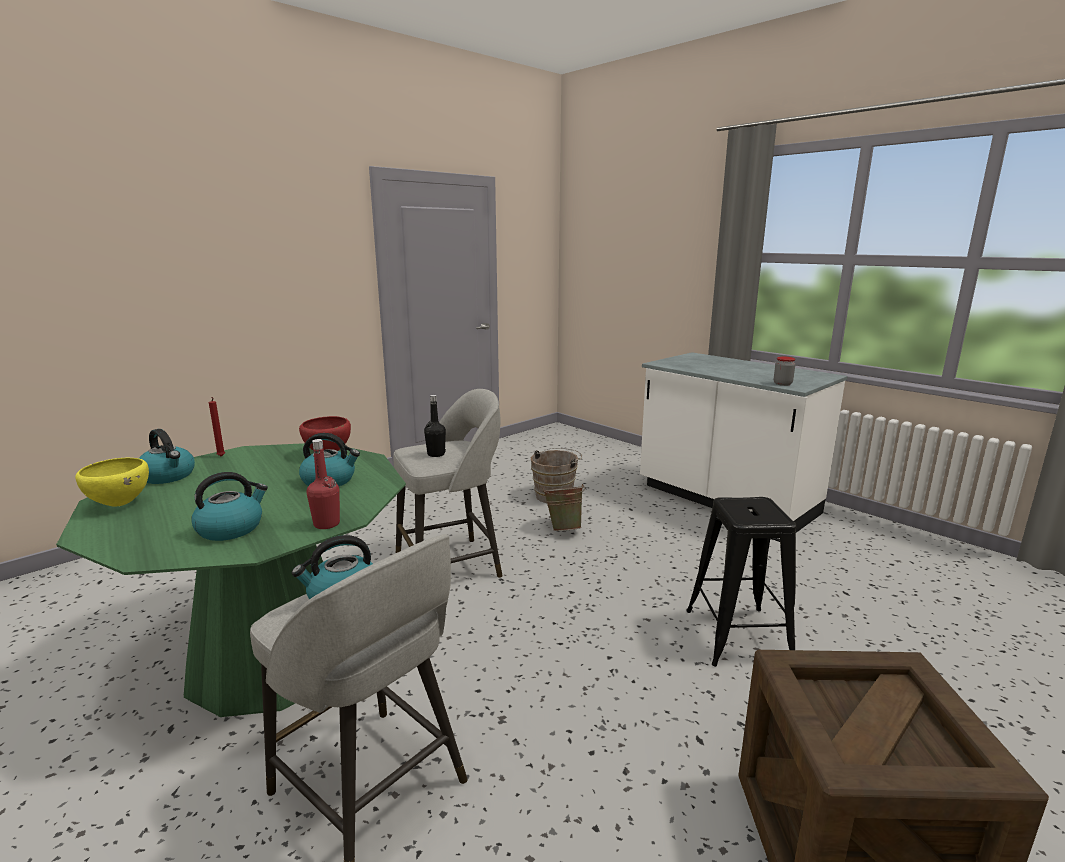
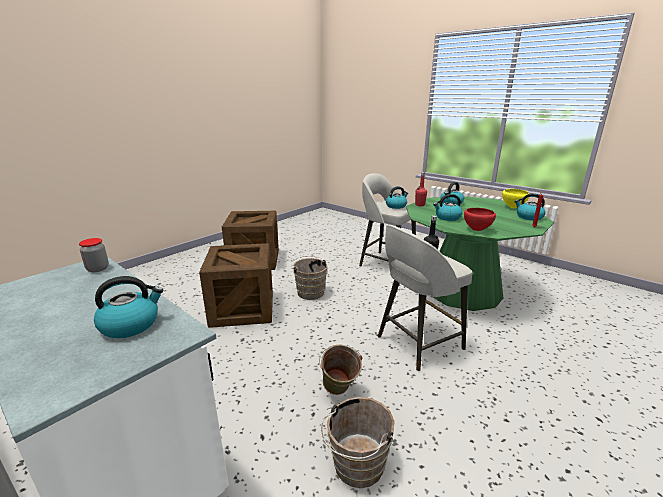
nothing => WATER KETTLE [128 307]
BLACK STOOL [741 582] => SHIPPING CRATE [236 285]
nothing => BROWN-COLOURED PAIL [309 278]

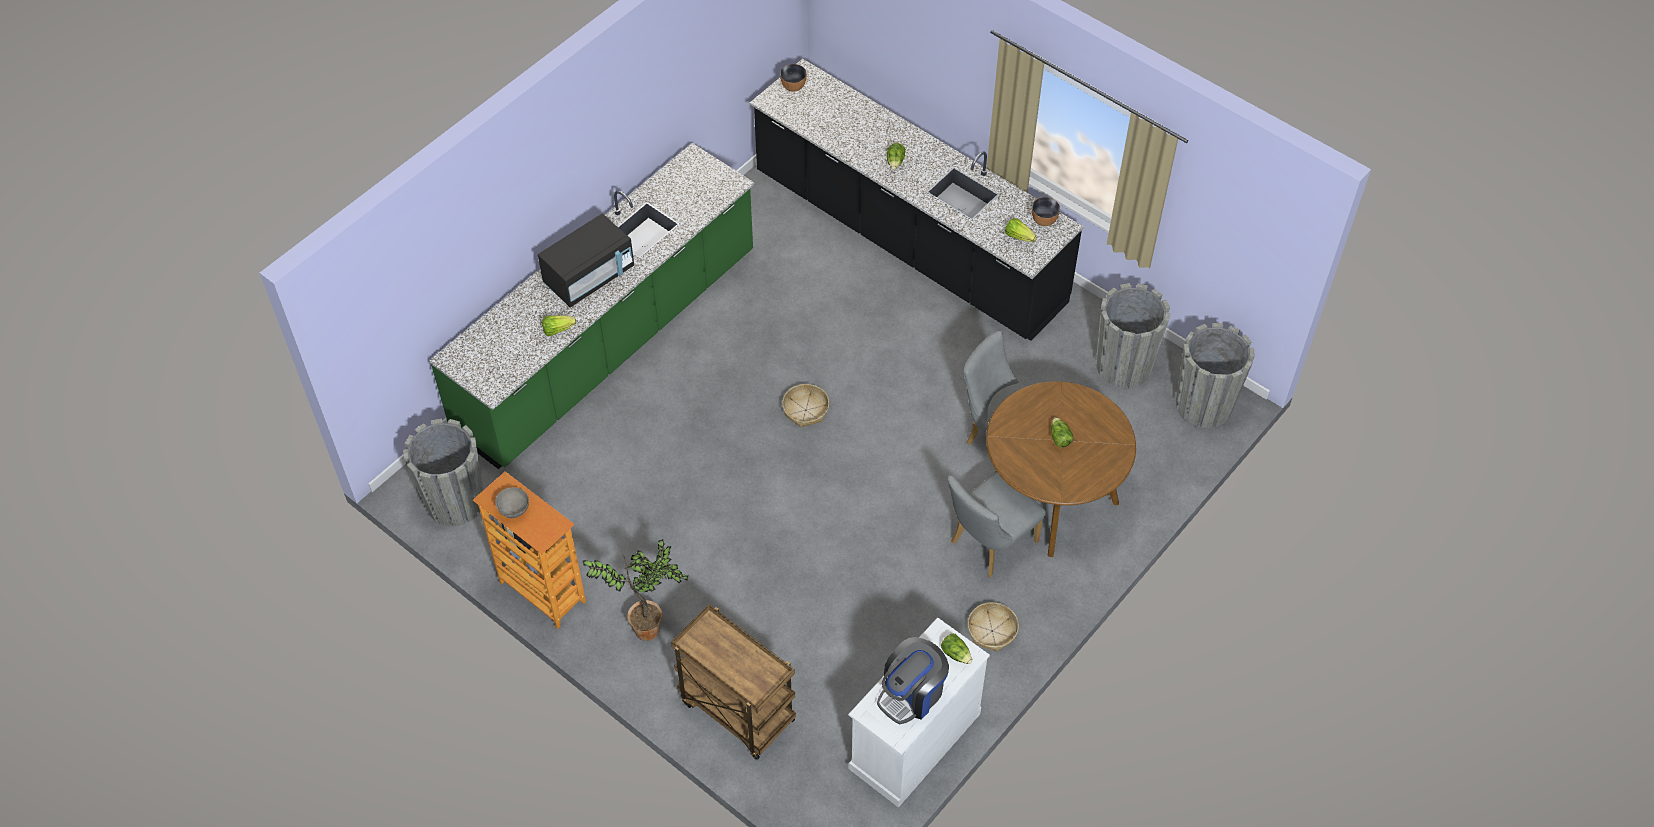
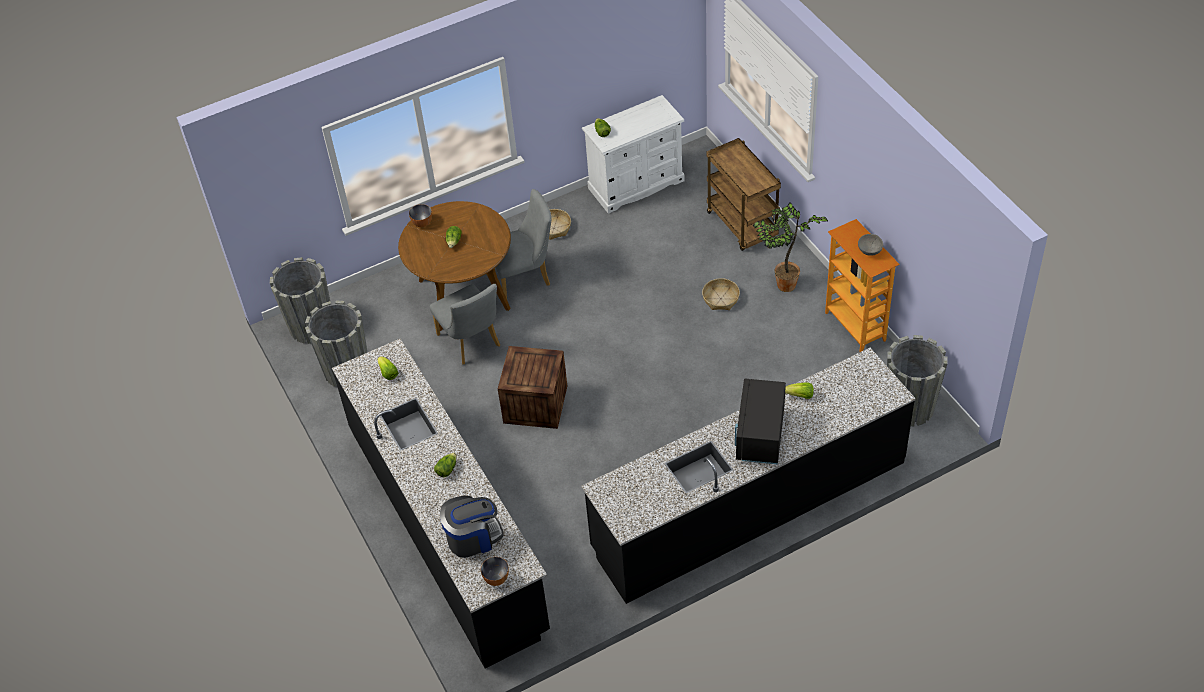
DEEP DISH [1046 211] => DEEP DISH [420 215], moved
COFFEE BREWER [913 680] => COFFEE BREWER [472 527], moved
nothing => SHIPPING CRATE [532 387]
GREEN-COLOURED COUNTER [592 306] => BLACK COUNTER [748 476]
HOUSEHOLD BASKET [805 405] => HOUSEHOLD BASKET [721 294], moved
BLACK MICROWAVE [586 260] => BLACK MICROWAVE [760 421], 60 degrees counterclockwise

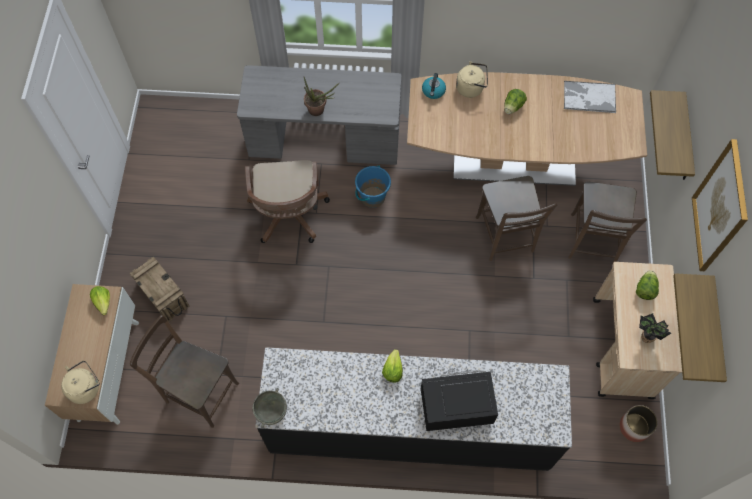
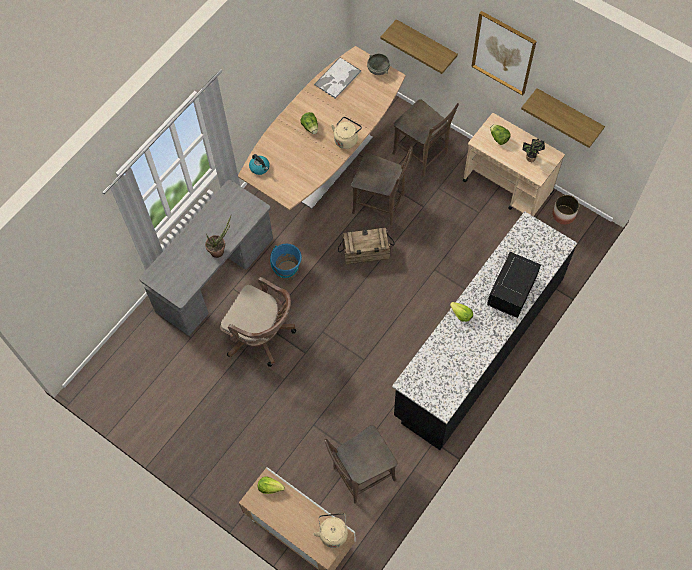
SAND-COLOURED WATER KETTLE [472 79] => SAND-COLOURED WATER KETTLE [346 133], moved
SHIPPING CRATE [160 289] => SHIPPING CRATE [366 246], moved
GRAY DEEP DISH [269 408] => GRAY DEEP DISH [378 64], moved

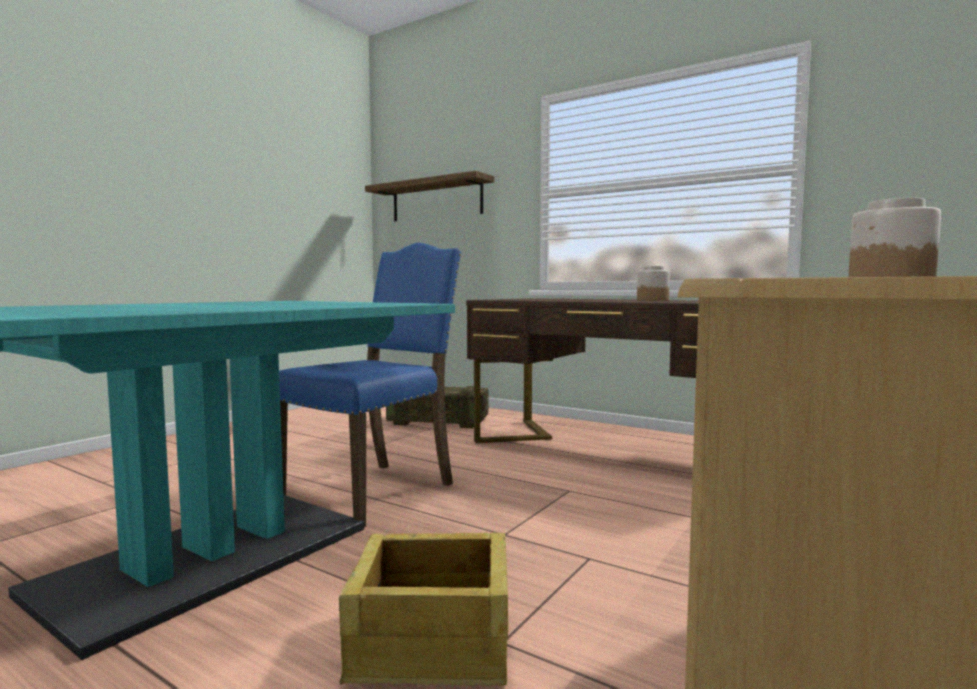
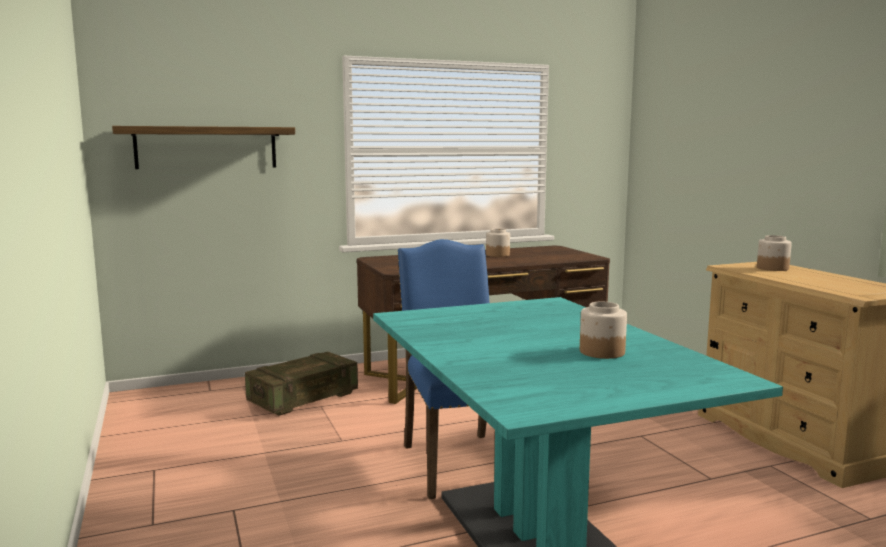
nothing => STORAGE JAR [603 330]
SHIPPING CRATE [423 609] => nothing

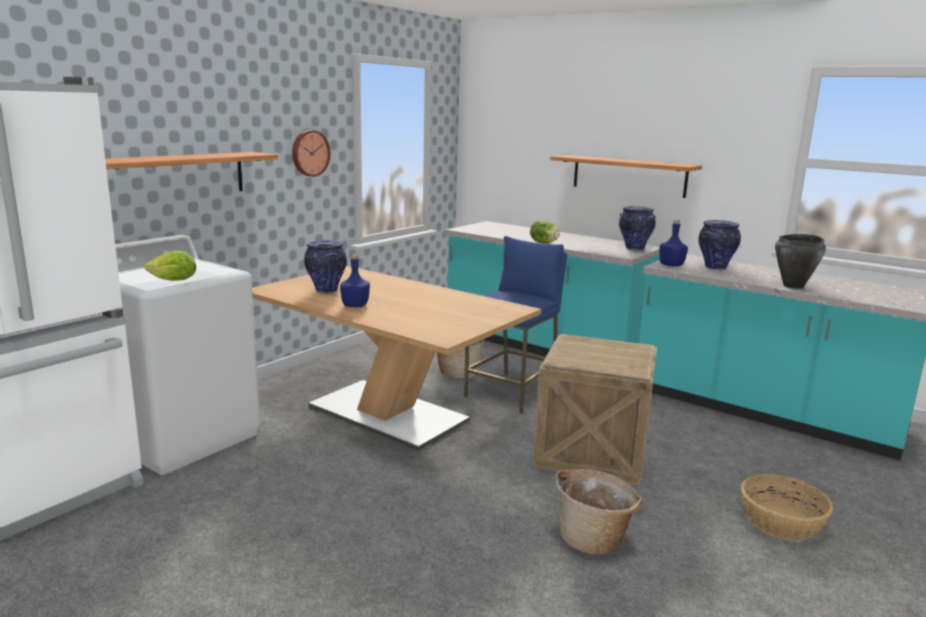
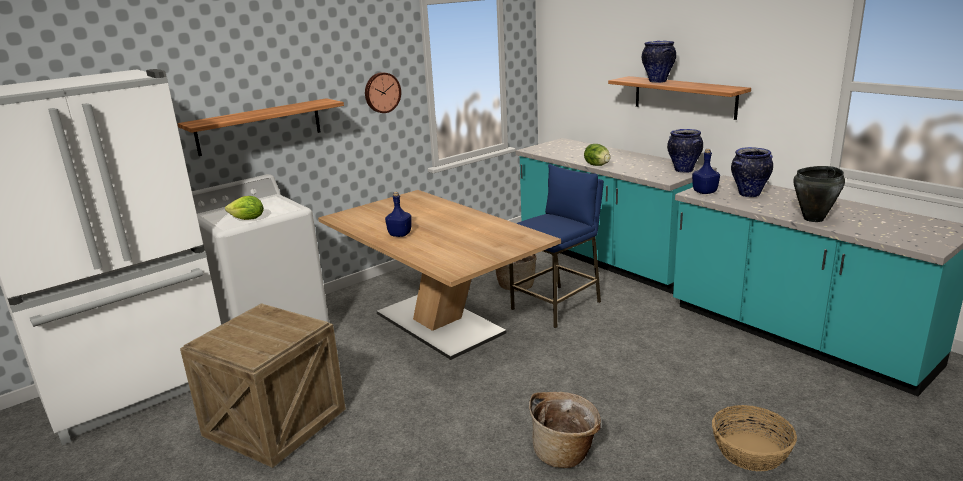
SHIPPING CRATE [595 410] => SHIPPING CRATE [263 385], moved
VASE [325 266] => VASE [659 62], moved

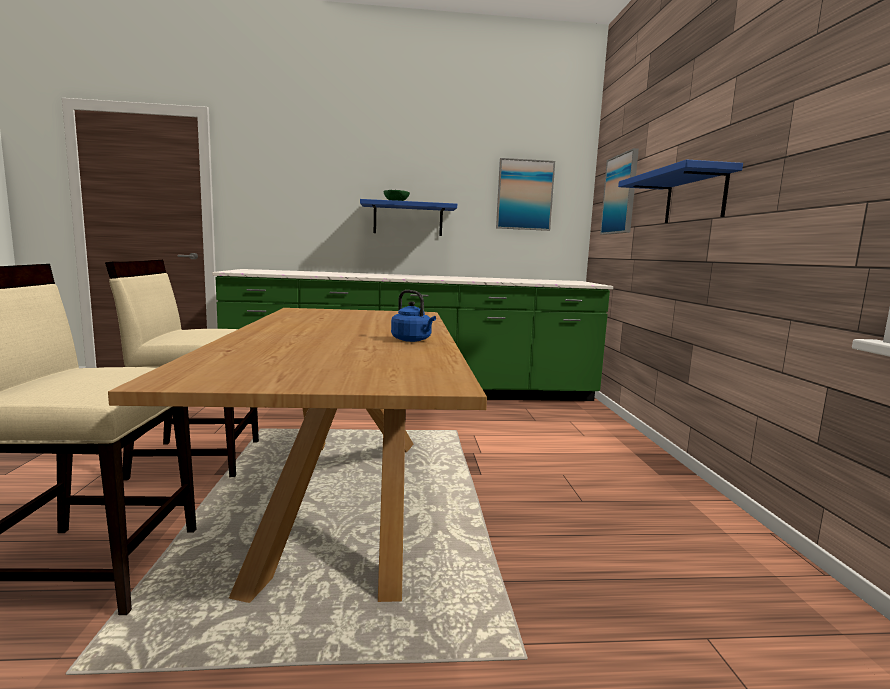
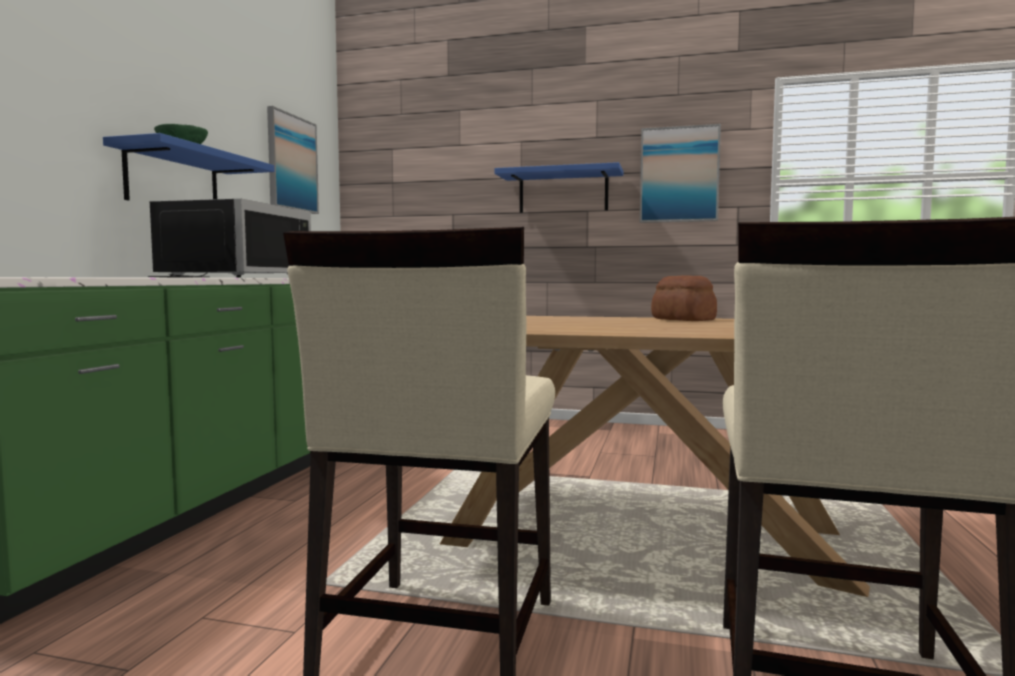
nothing => BLACK MICROWAVE [229 238]
WALL ART [619 191] => WALL ART [680 173], moved
BLUISH WATER KETTLE [413 316] => BAKERY BREAD [684 298]

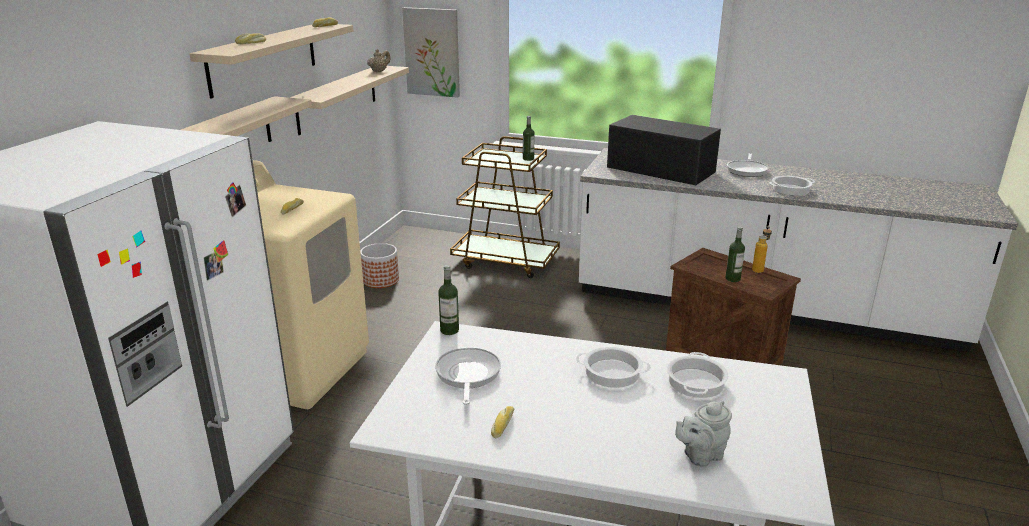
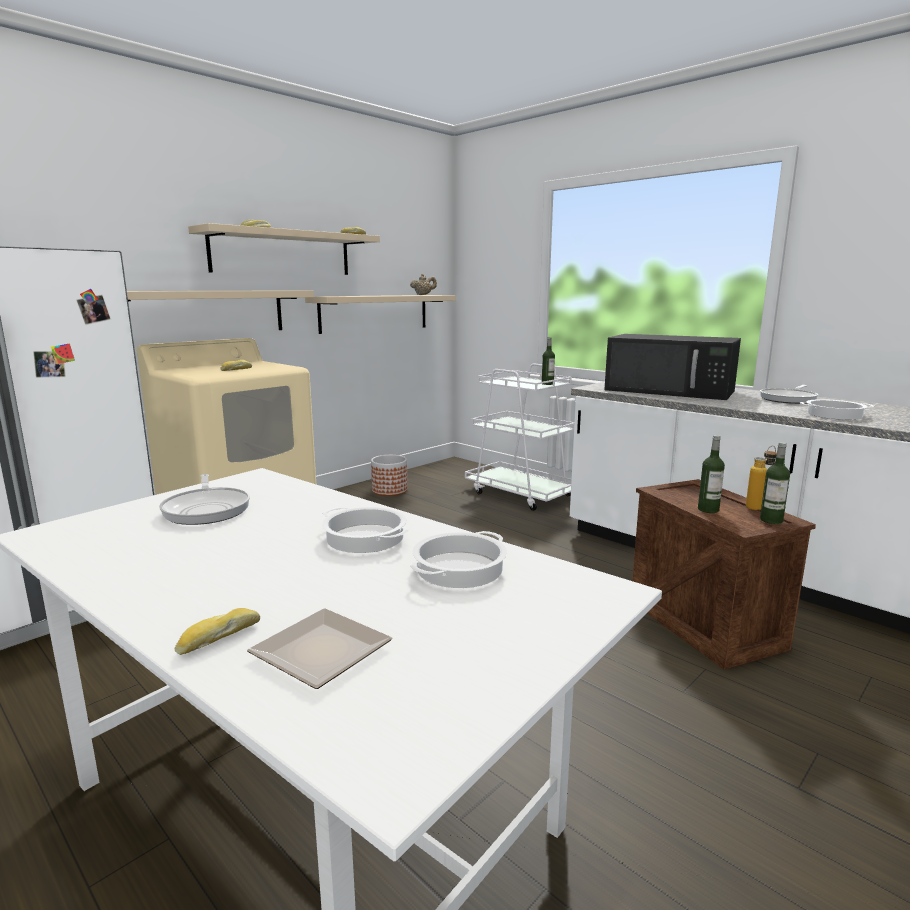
PAN [468 376] => PAN [204 499], 135 degrees clockwise
BAKERY BREAD [502 422] => BAKERY BREAD [217 631], moved
GRAY POT FOR TEA [703 434] => PLATE [320 648]
BROWN-COLOURED CART [505 207] => WHITE CART [519 437]
BLACK MICROWAVE [664 150] => BLACK MICROWAVE [672 367], 150 degrees clockwise
DRINK BOTTLE [448 300] => DRINK BOTTLE [775 483], moved
WALL ART [431 52] => nothing

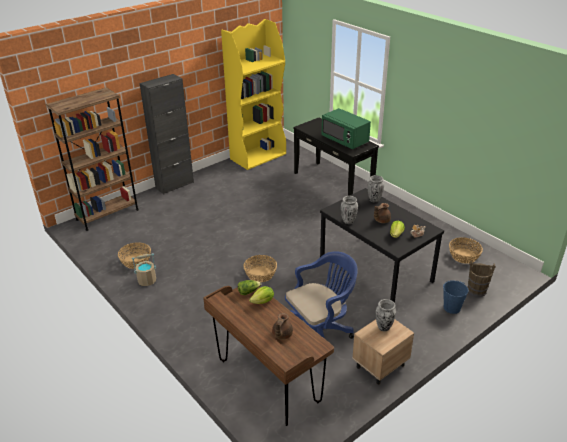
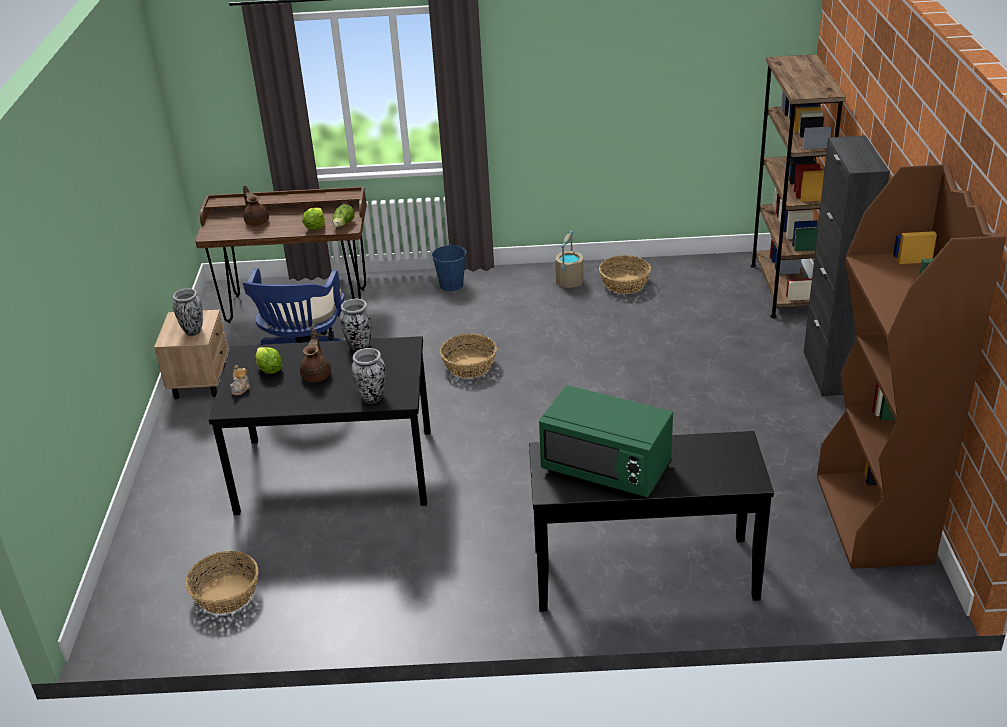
BLUISH PAIL [456 297] => BLUISH PAIL [449 267], moved
GREEN-COLOURED MICROWAVE [346 128] => GREEN-COLOURED MICROWAVE [606 441], 150 degrees counterclockwise
YELLOW-COLOURED BOOKCASE [253 94] => BROWN-COLOURED BOOKCASE [911 366]
BROWN-COLOURED PAIL [482 279] => nothing

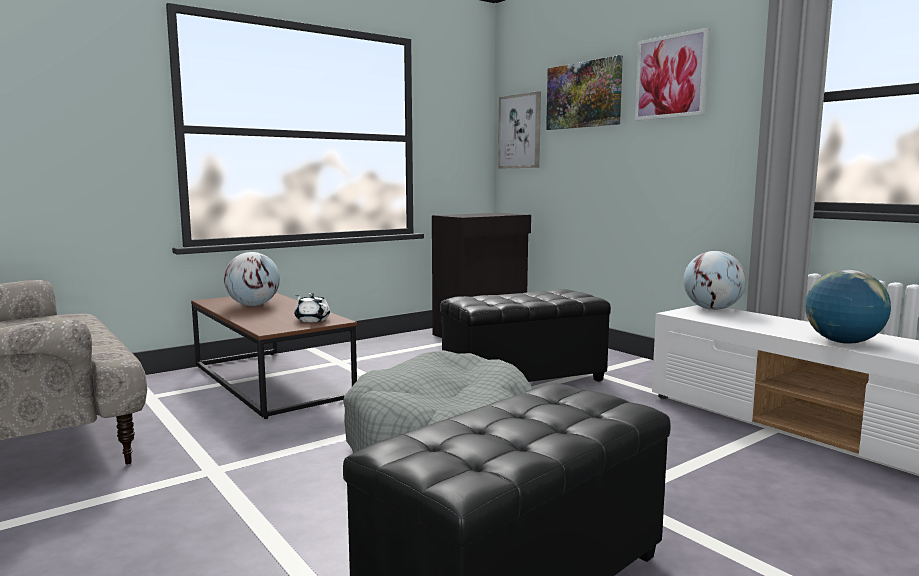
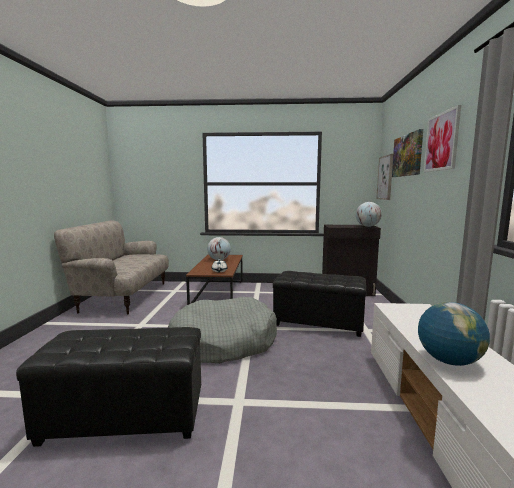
DESK GLOBE [714 280] => DESK GLOBE [369 214], moved

